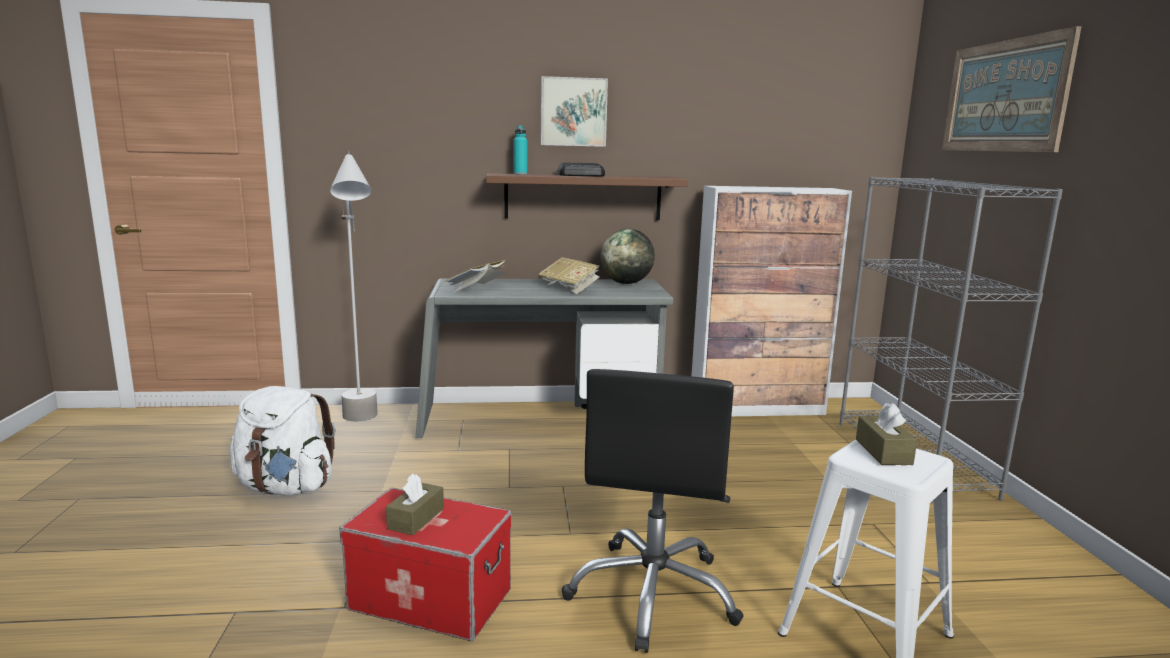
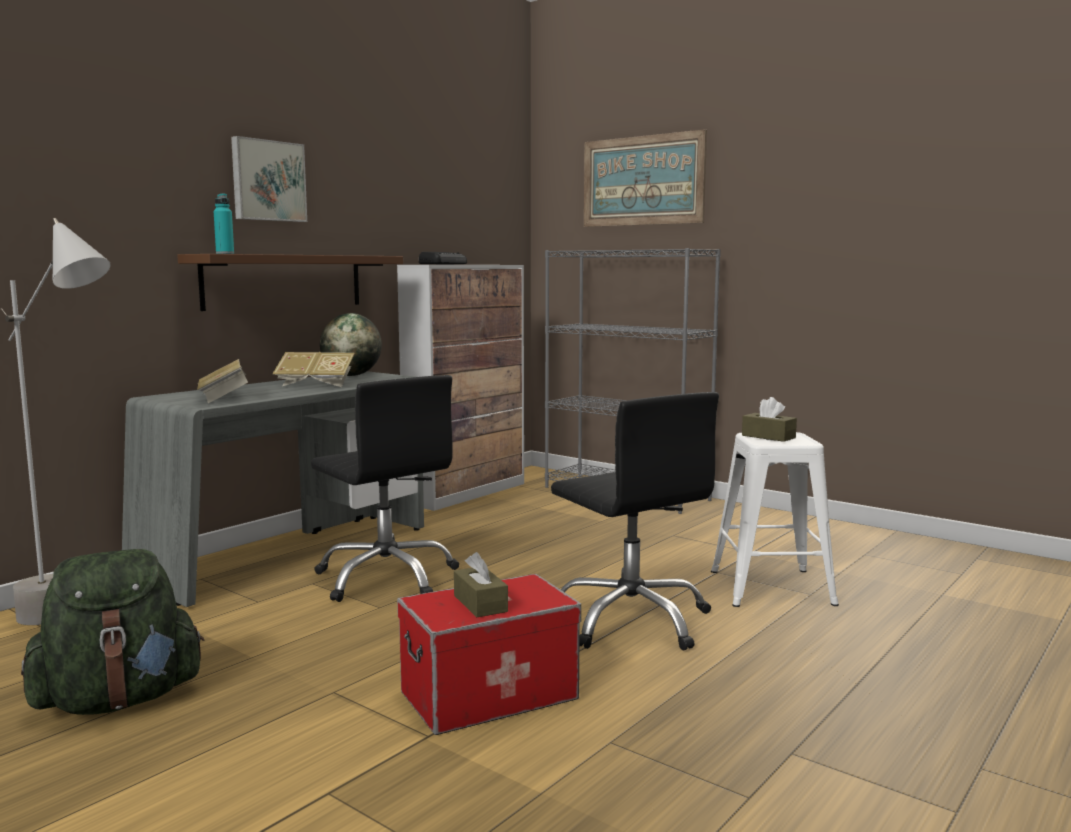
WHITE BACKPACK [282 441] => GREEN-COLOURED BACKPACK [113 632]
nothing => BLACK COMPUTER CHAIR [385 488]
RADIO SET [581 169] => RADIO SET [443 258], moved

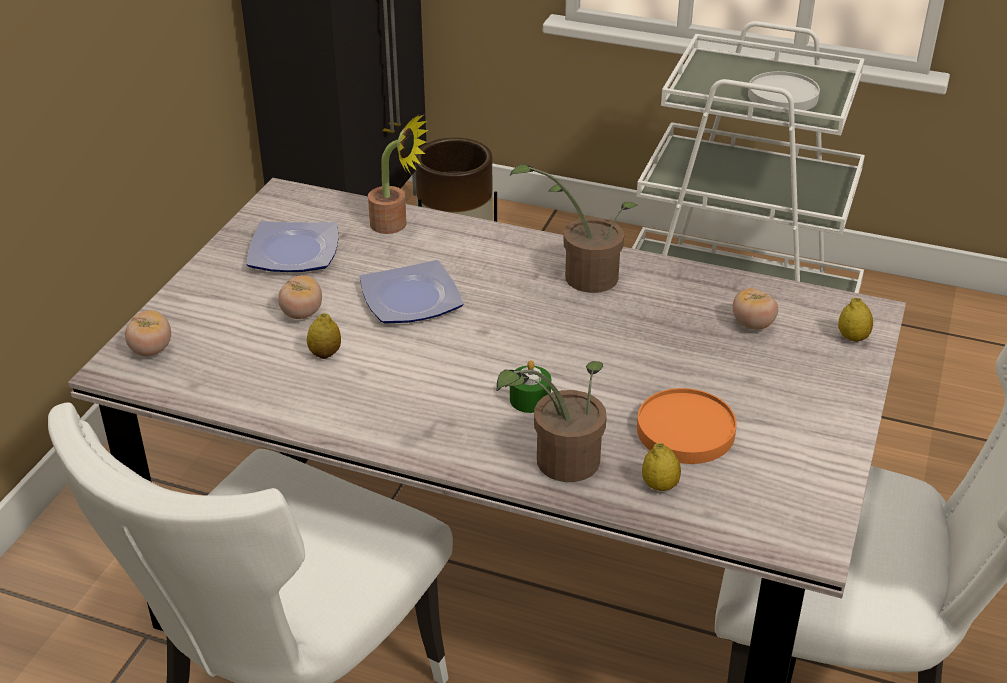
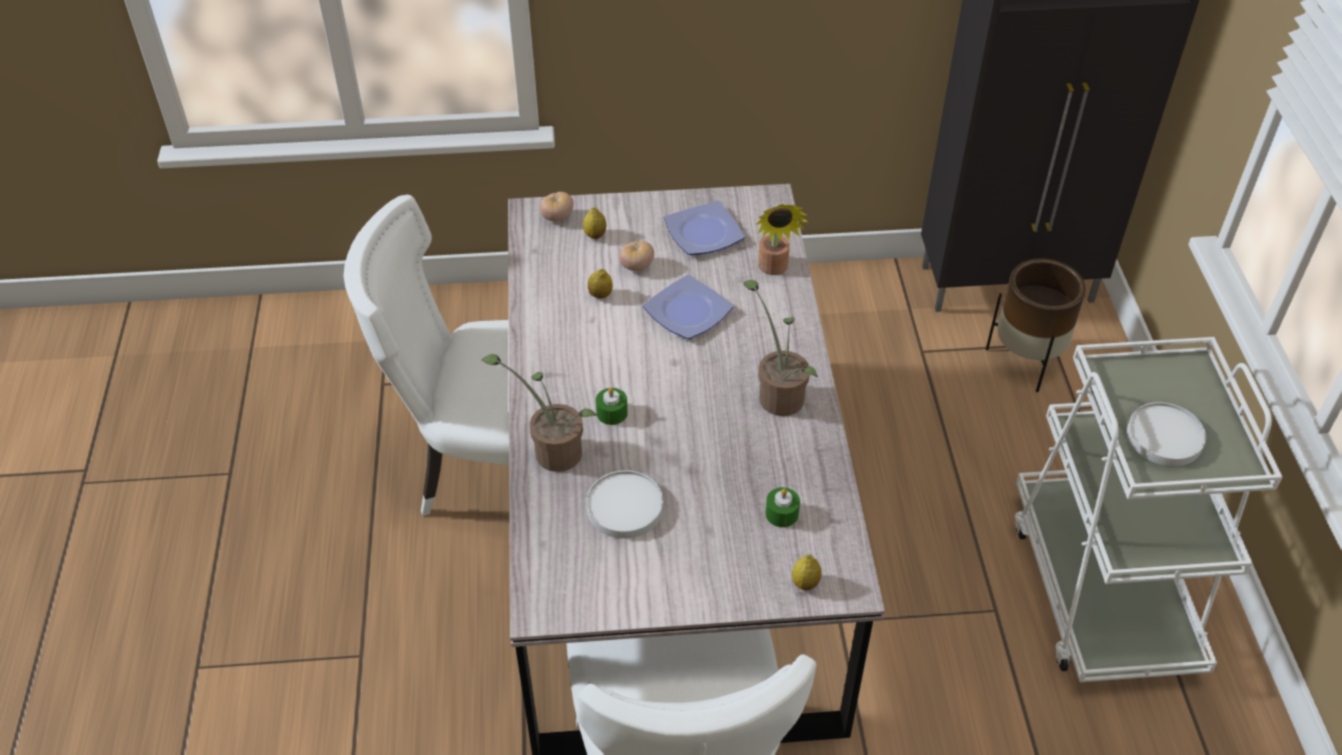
LEMON [661 467] => LEMON [594 223], moved
ORANGE-COLOURED PLATE [687 426] => WHITE PLATE [624 504]
TOMATO [755 309] => GREEN-COLOURED WAX LIGHT [782 507]

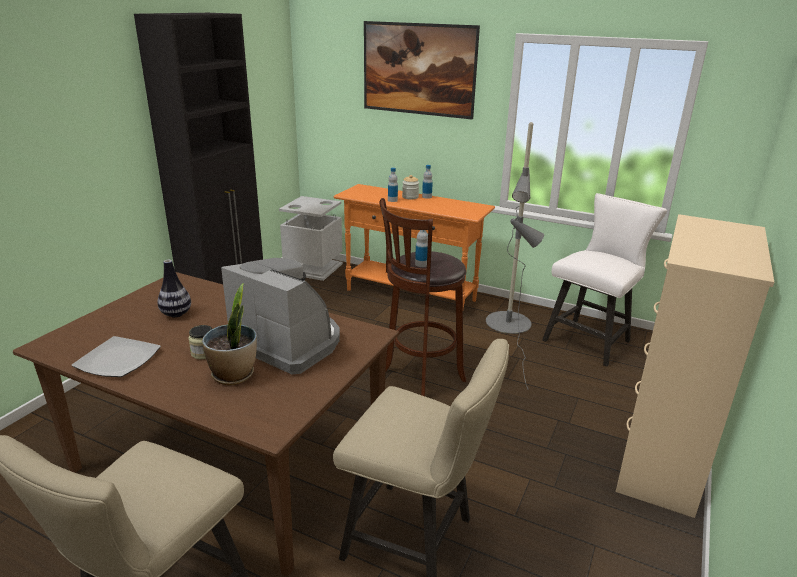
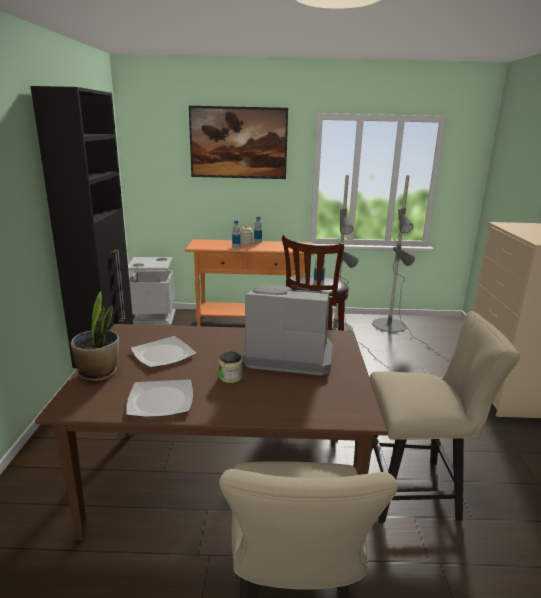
HOUSEPLANT [229 334] => HOUSEPLANT [95 336], moved
VASE [174 288] => PLATE [163 352]
WHITE UPRIGHT CHAIR [604 280] => GRAY FLOOR LAMP [410 268]

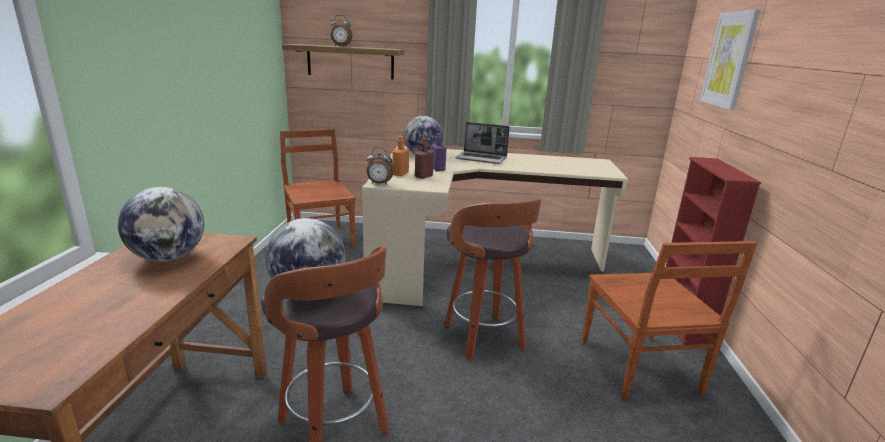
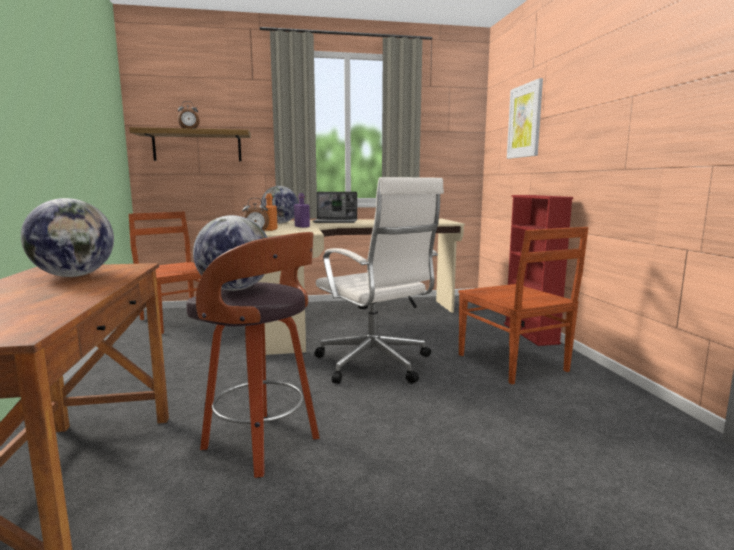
STOOL [492 279] => WHITE COMPUTER CHAIR [379 280]
REDDISH DRINK BOTTLE [424 158] => nothing

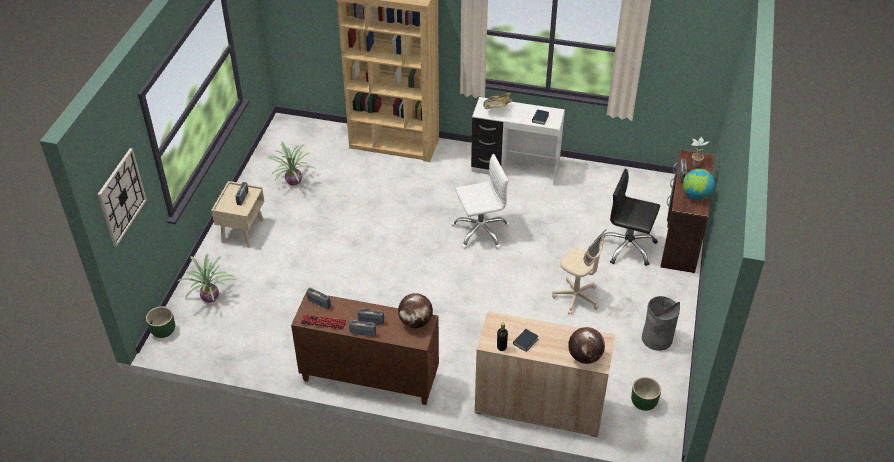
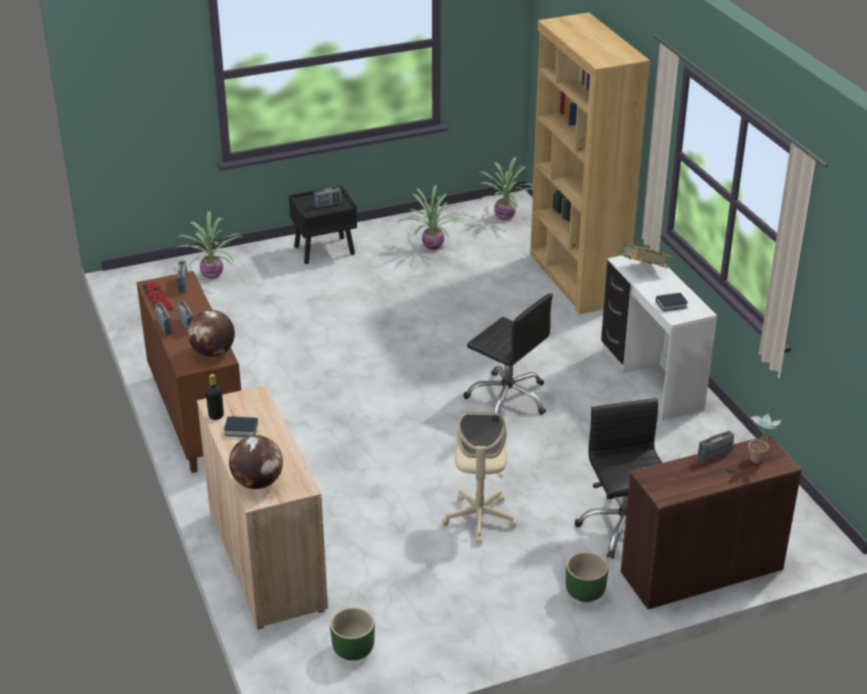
SAND-COLOURED NIGHT TABLE [237 214] => BLACK NIGHT TABLE [323 224]
WHITE COMPUTER CHAIR [480 201] => BLACK COMPUTER CHAIR [508 354]
nothing => HOUSEPLANT [506 188]
GREEN-COLOURED PLANT POT [160 322] => GREEN-COLOURED PLANT POT [587 577], moved
CLOCK ON THE WALL [122 197] => nothing
GRAY WASTE BIN [661 323] => nothing
DESK GLOBE [699 184] => nothing

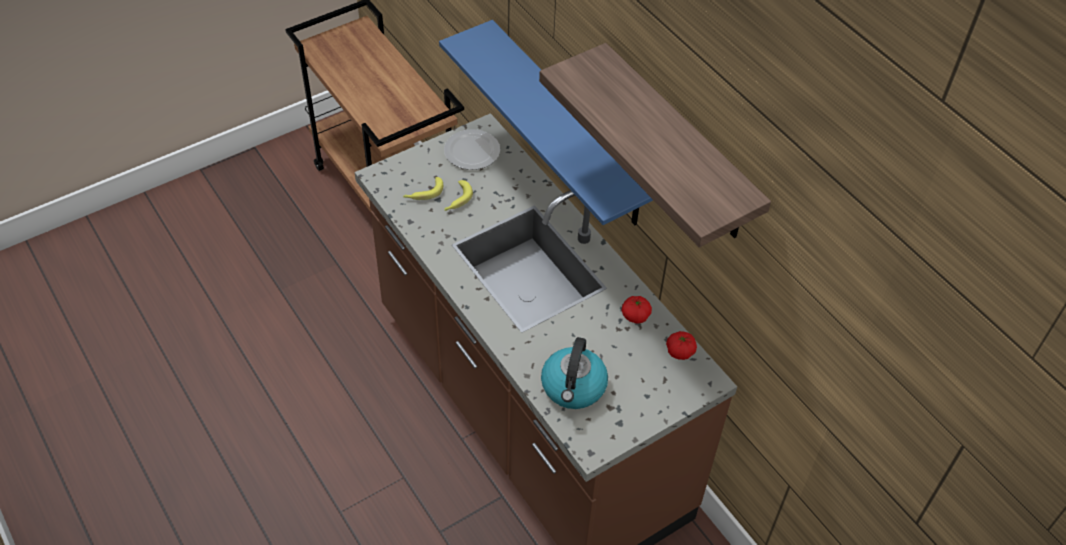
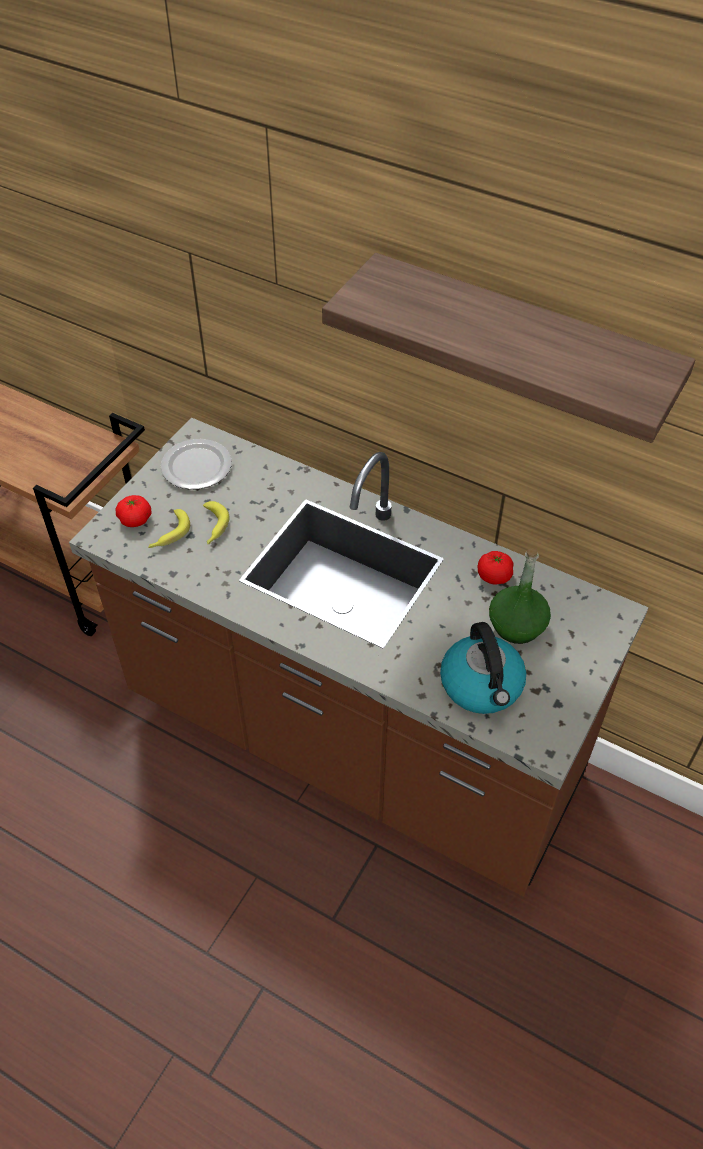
TOMATO [681 345] => TOMATO [134 511], moved
nothing => GREEN-COLOURED DRINK BOTTLE [520 596]
BLUISH SHELF [546 122] => nothing

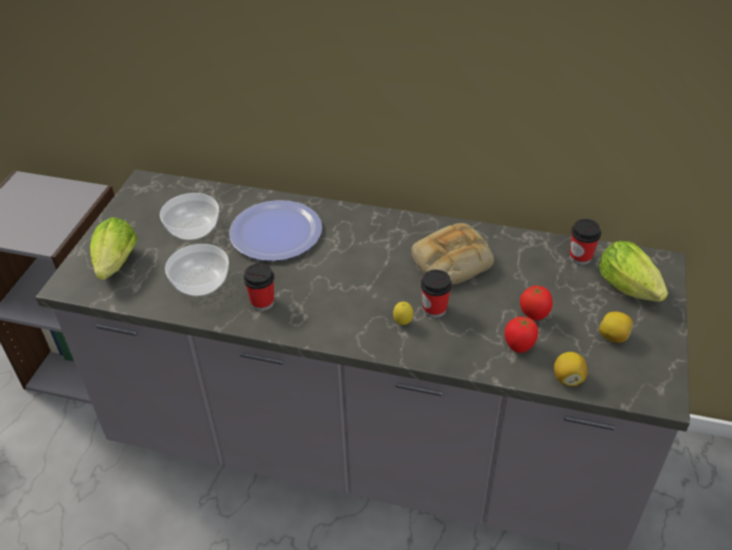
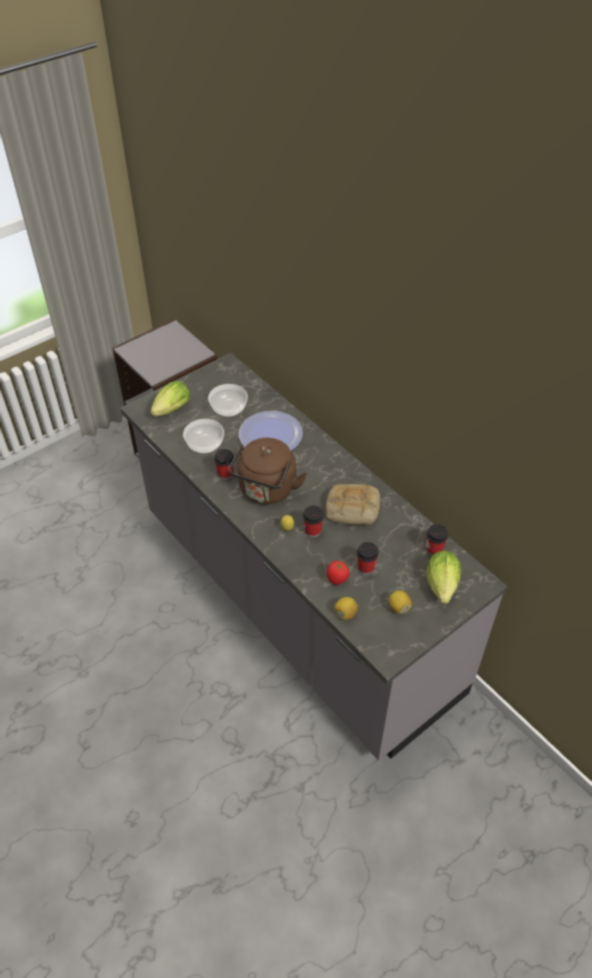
nothing => BROWN-COLOURED WATER KETTLE [267 471]
TOMATO [536 302] => CUP [368 558]

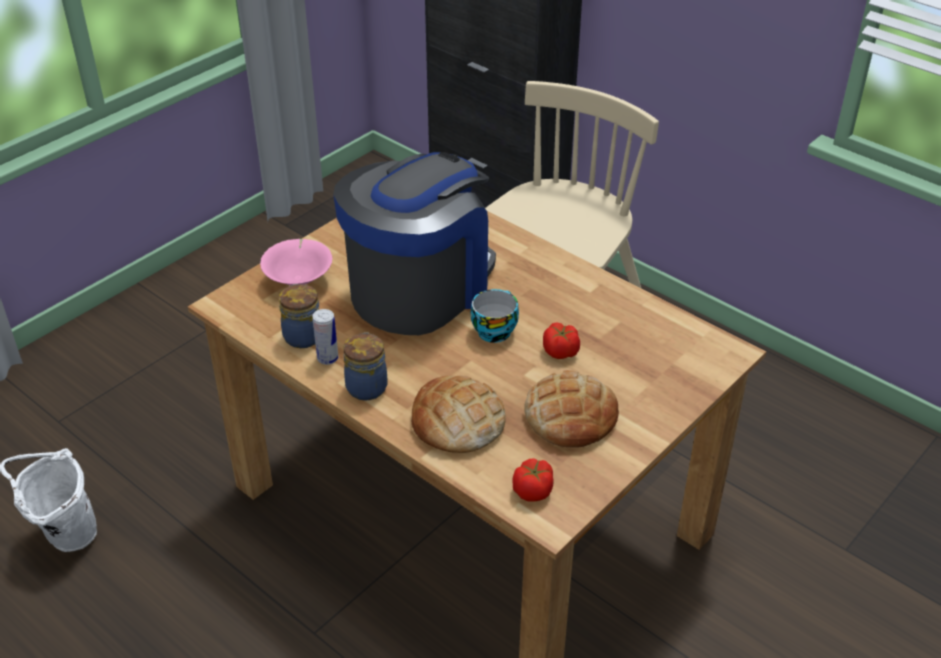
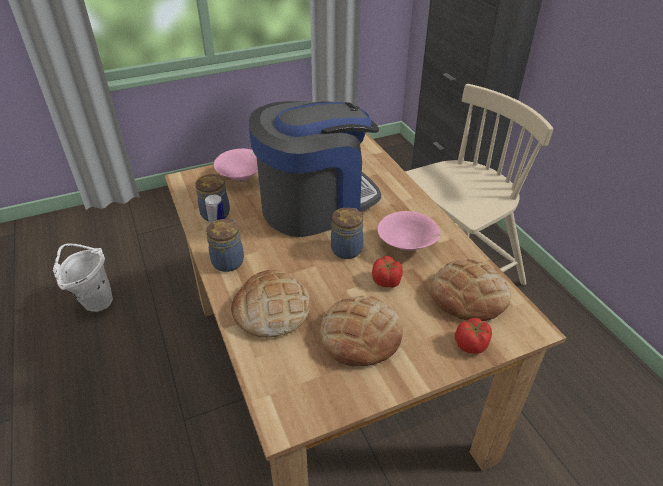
CUP [495 316] => STORAGE JAR [347 233]
nothing => PINK DEEP DISH [409 231]
nothing => BAKERY BREAD [471 290]
TOMATO [533 480] => TOMATO [473 336], moved

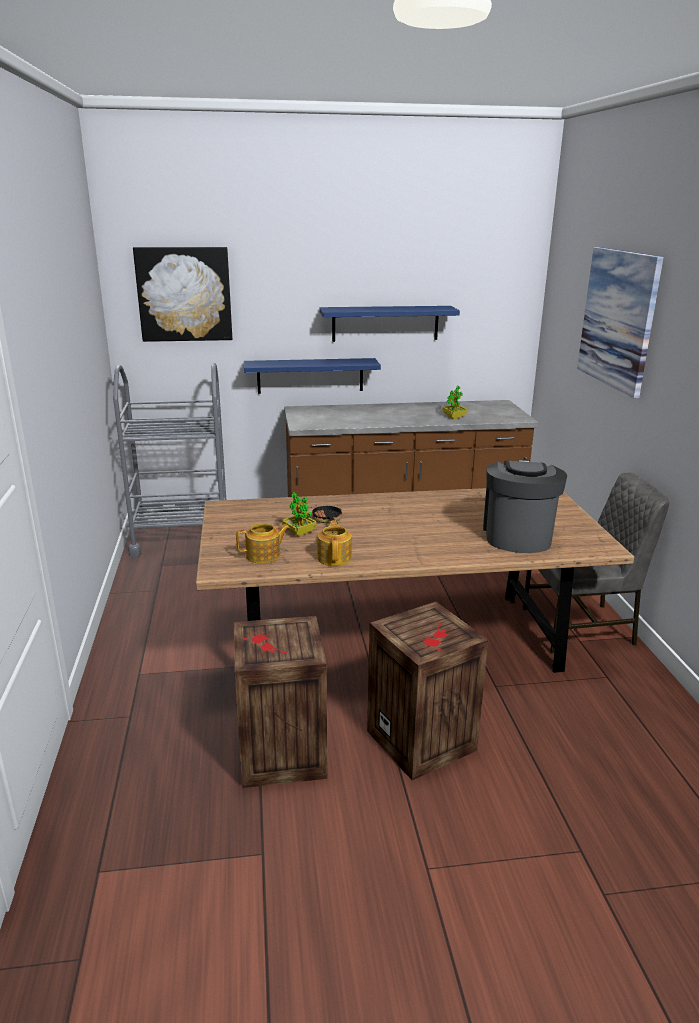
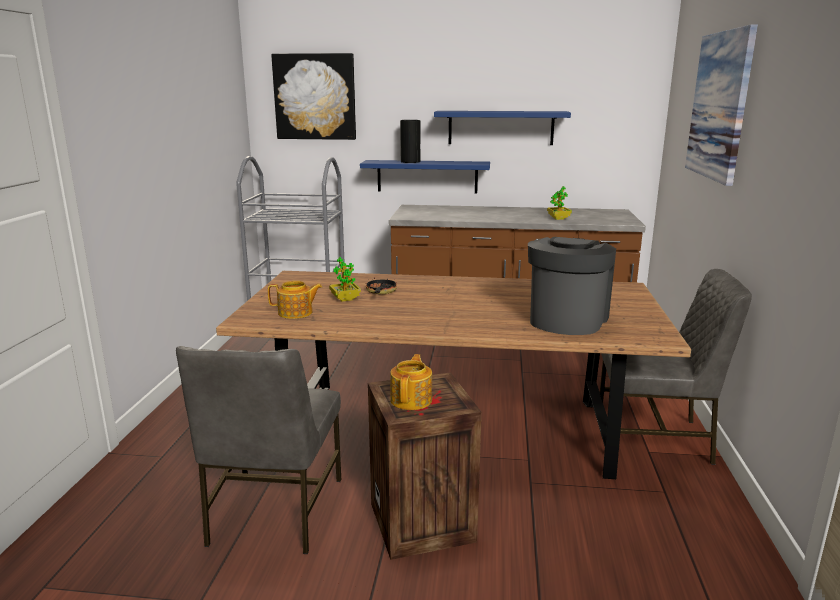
SHIPPING CRATE [280 702] => GRAY UPRIGHT CHAIR [259 450]
POT FOR TEA [334 543] => POT FOR TEA [411 382], moved
nothing => VASE [410 141]

